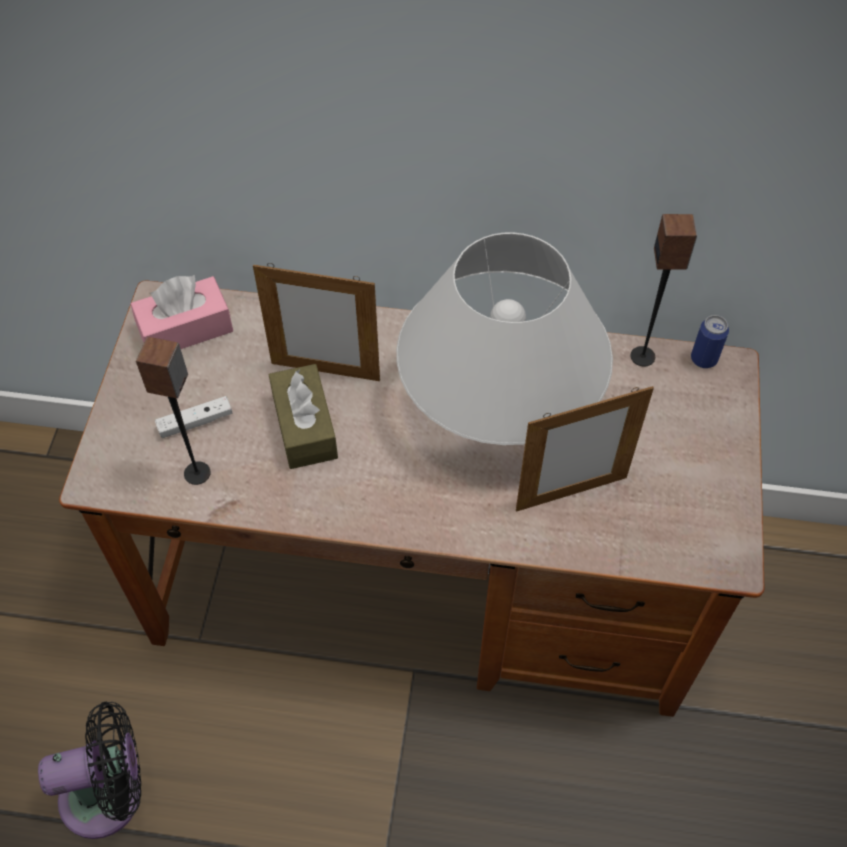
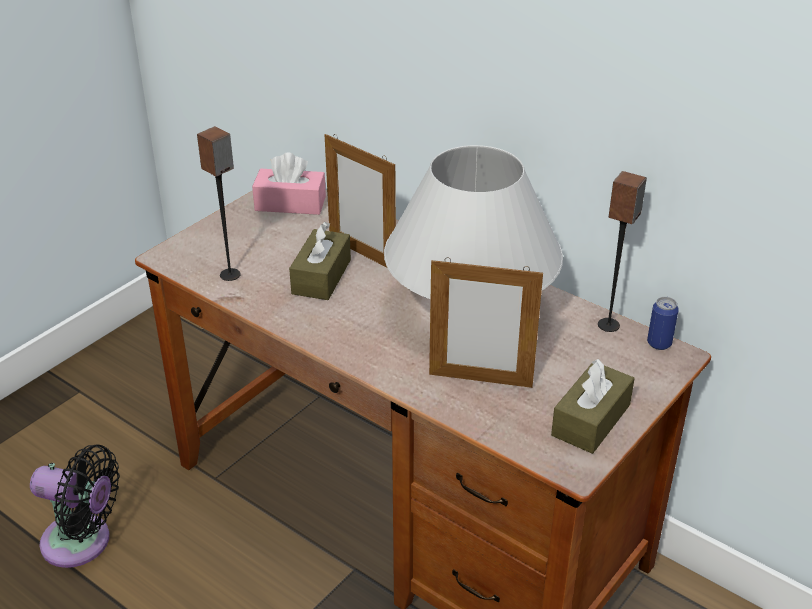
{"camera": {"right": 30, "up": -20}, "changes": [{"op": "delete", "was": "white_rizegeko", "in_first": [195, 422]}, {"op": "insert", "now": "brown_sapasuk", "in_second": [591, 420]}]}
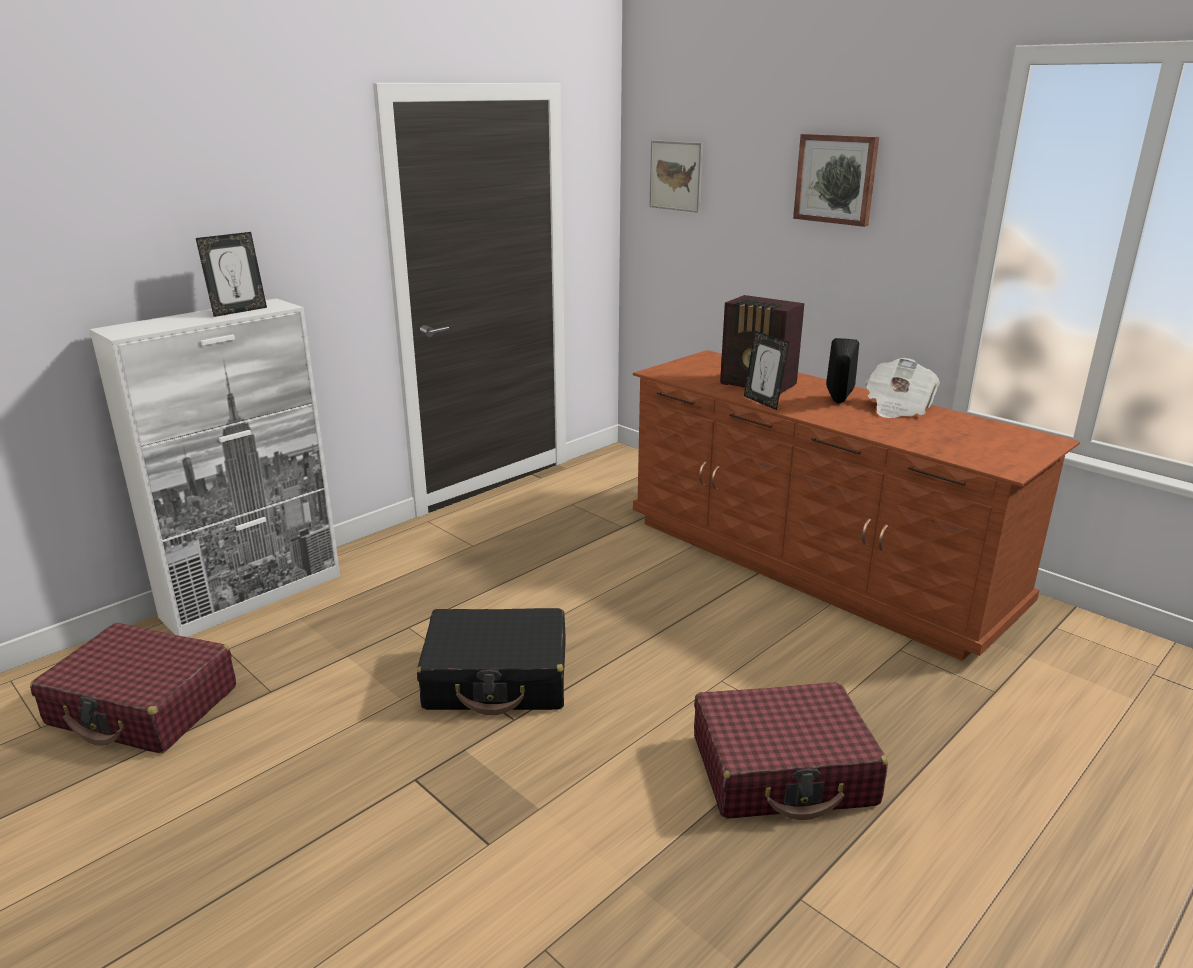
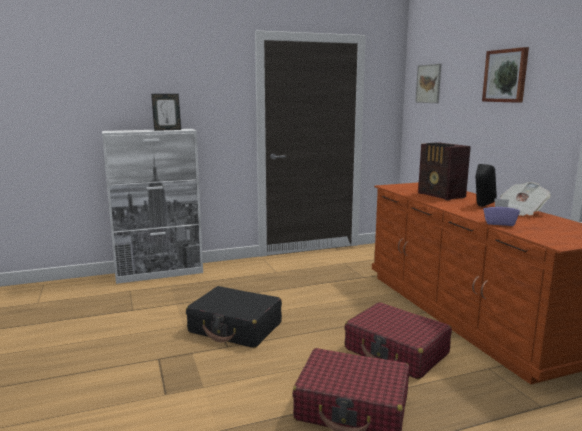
{"camera": {"right": 25, "up": -10}, "changes": [{"op": "move", "was": "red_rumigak", "in_first": [143, 706], "in_second": [396, 352]}, {"op": "delete", "was": "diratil", "in_first": [763, 402]}, {"op": "insert", "now": "purple_sapasuk", "in_second": [499, 223]}]}
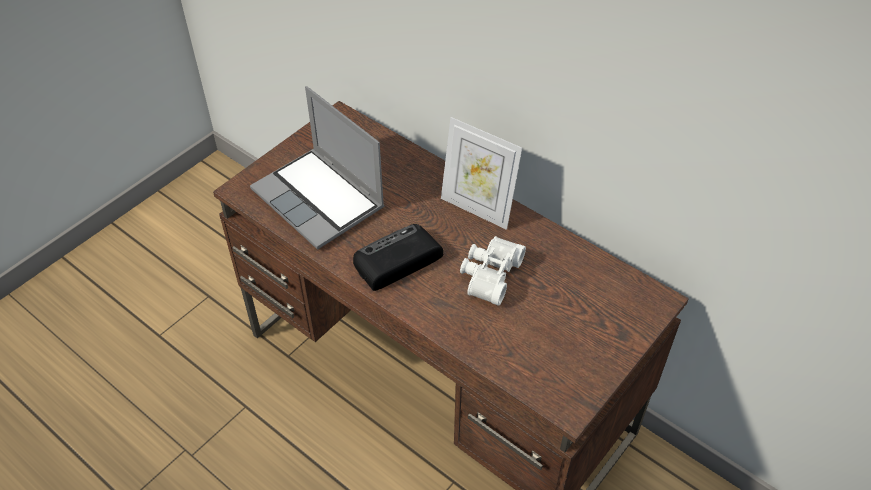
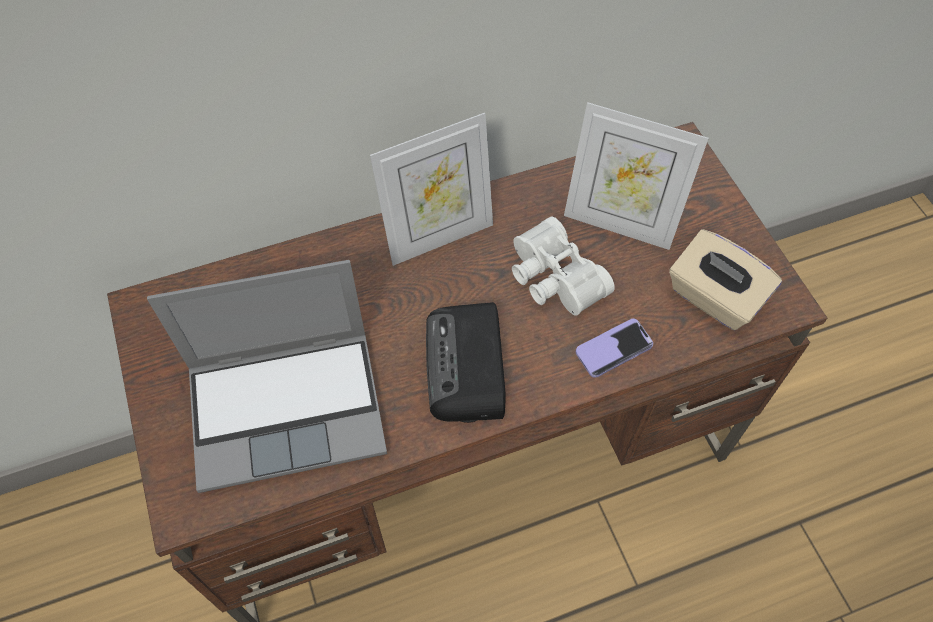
{"camera": {"right": -60, "up": 10}, "changes": [{"op": "insert", "now": "diratil", "in_second": [619, 223]}, {"op": "insert", "now": "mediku", "in_second": [613, 349]}, {"op": "insert", "now": "beige_sapasuk", "in_second": [713, 298]}]}
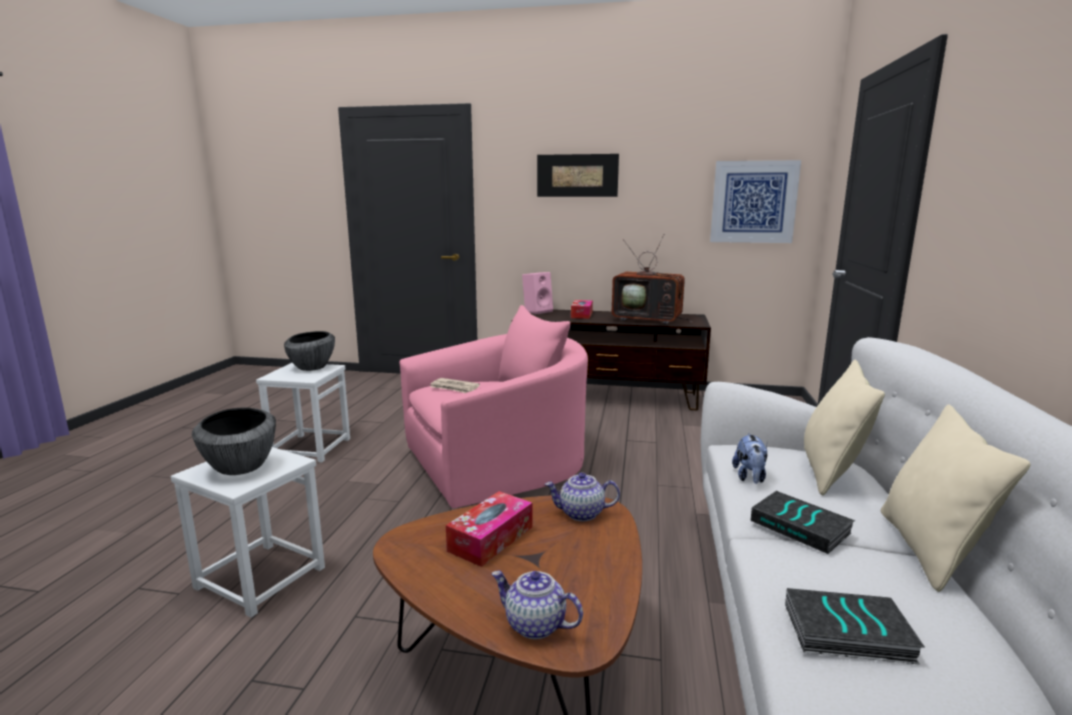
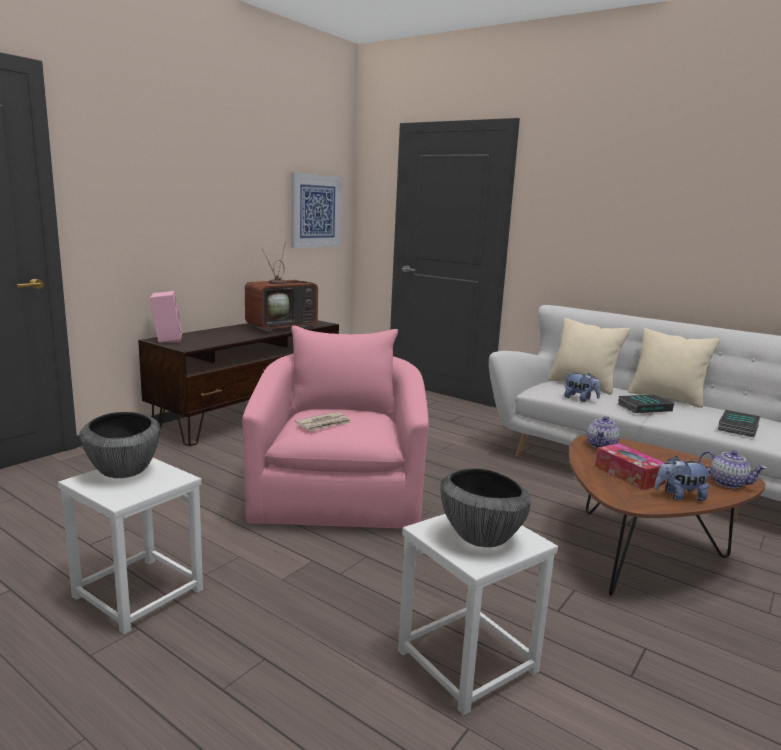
{"camera": {"right": -65, "up": 0}, "changes": [{"op": "rotate", "was": "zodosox", "in_first": [534, 625], "in_second": [728, 483], "clockwise": -105}, {"op": "delete", "was": "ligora", "in_first": [577, 175]}, {"op": "delete", "was": "sapasuk", "in_first": [581, 315]}, {"op": "insert", "now": "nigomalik", "in_second": [679, 496]}]}
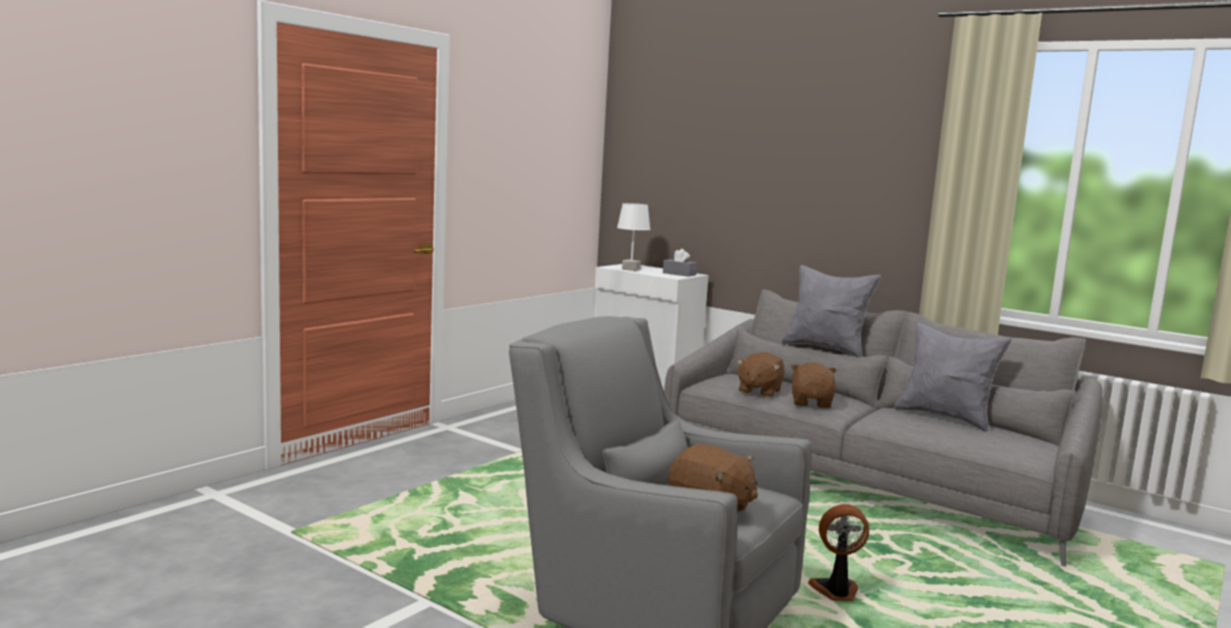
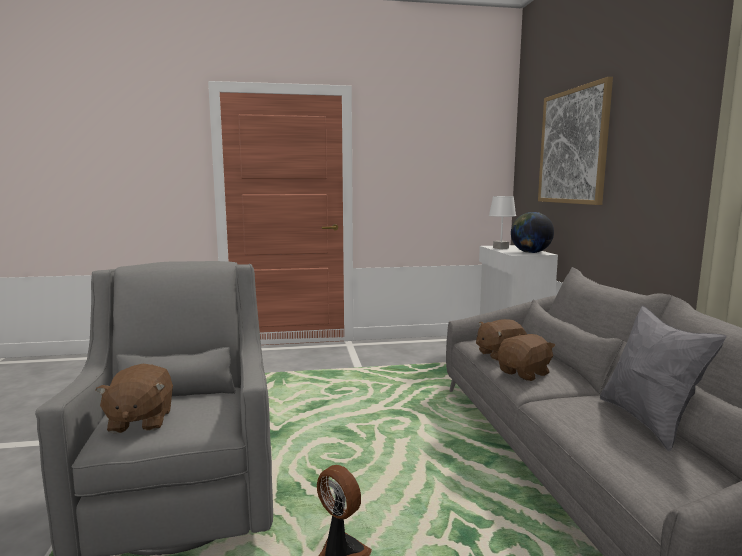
{"camera": {"right": 45, "up": 0}, "changes": [{"op": "replace", "was": "grey_sapasuk", "now": "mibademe", "in_first": [679, 274], "in_second": [530, 252]}, {"op": "delete", "was": "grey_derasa", "in_first": [825, 349]}, {"op": "insert", "now": "ligora", "in_second": [573, 147]}]}
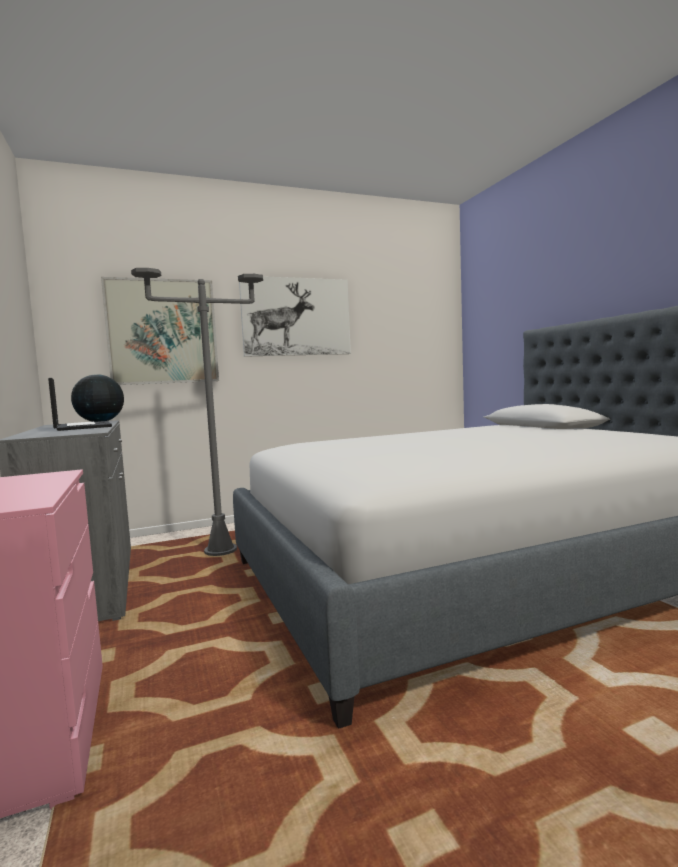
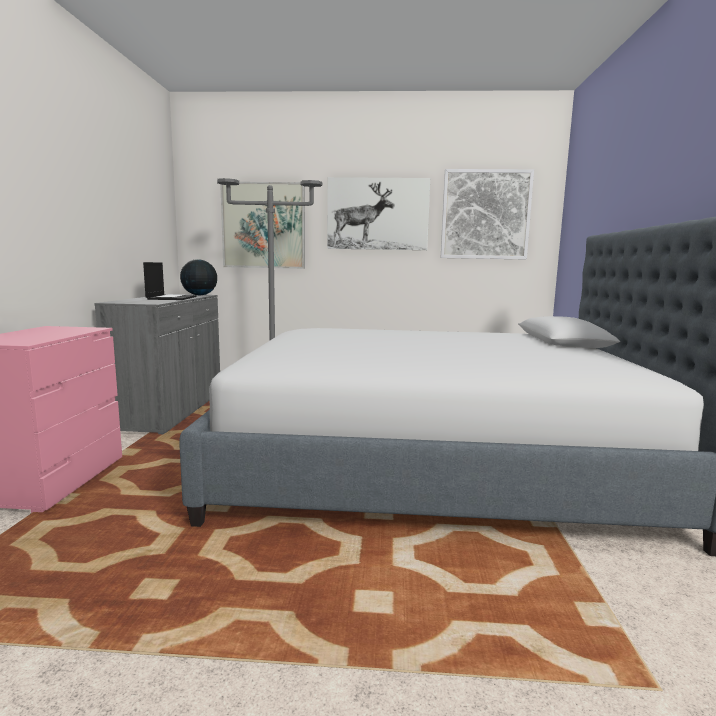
{"camera": {"right": 25, "up": 5}, "changes": [{"op": "insert", "now": "ligora", "in_second": [485, 215]}]}
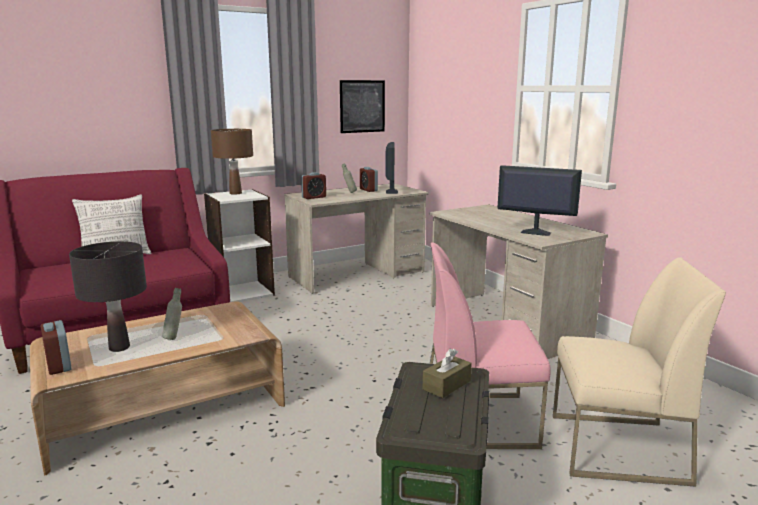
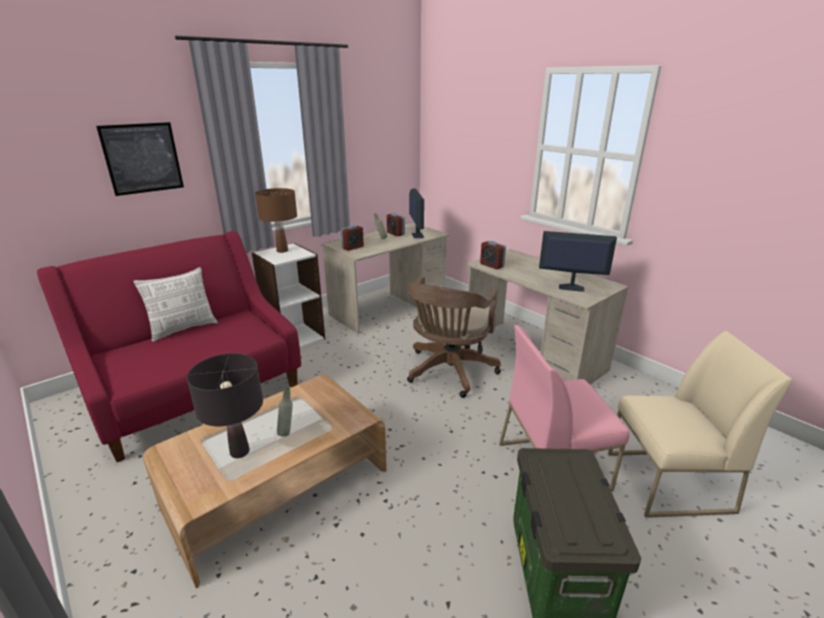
{"camera": {"right": -10, "up": 10}, "changes": [{"op": "move", "was": "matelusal", "in_first": [59, 365], "in_second": [492, 265]}, {"op": "move", "was": "ligora", "in_first": [362, 106], "in_second": [142, 158]}, {"op": "delete", "was": "brown_sapasuk", "in_first": [446, 385]}, {"op": "insert", "now": "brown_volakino", "in_second": [449, 372]}]}
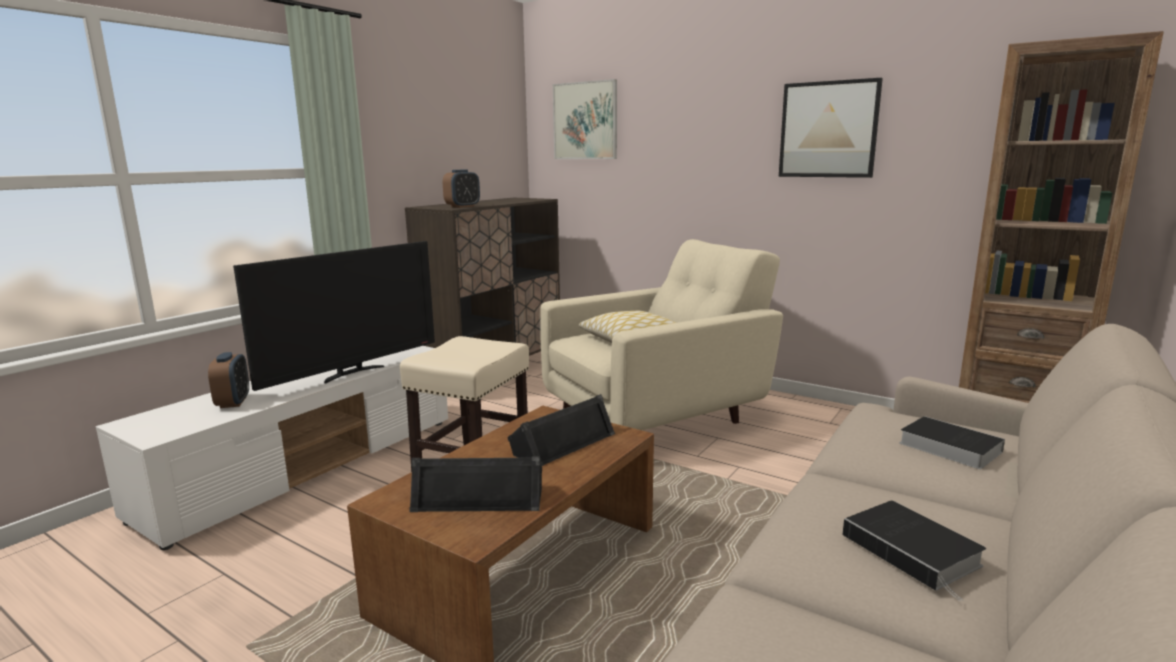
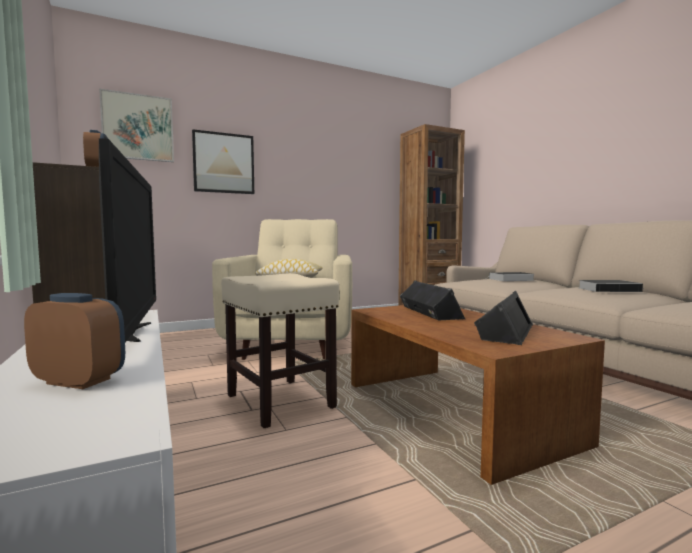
{"camera": {"right": -60, "up": -10}, "changes": [{"op": "move", "was": "ligora", "in_first": [828, 129], "in_second": [224, 163]}]}
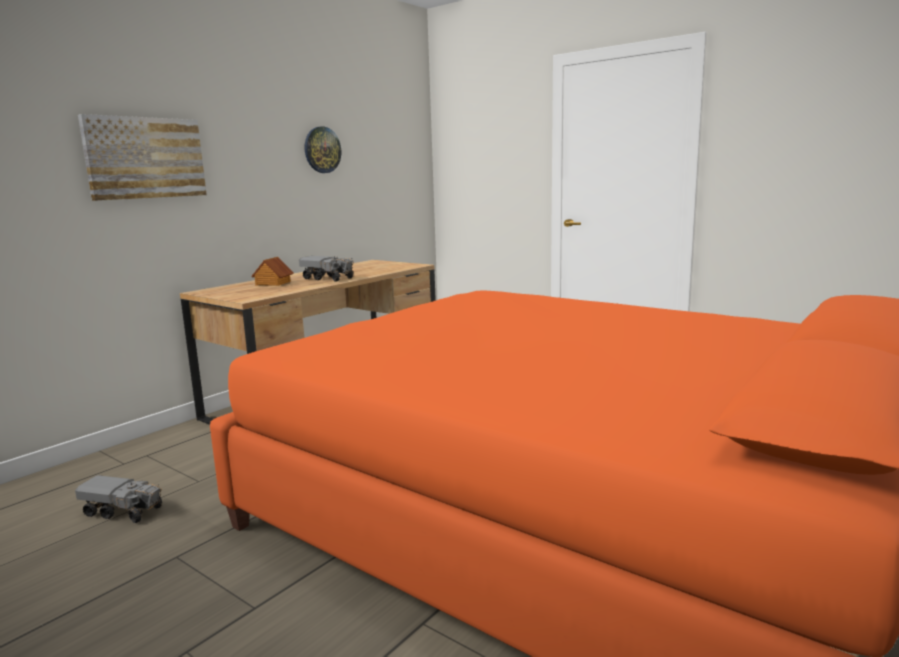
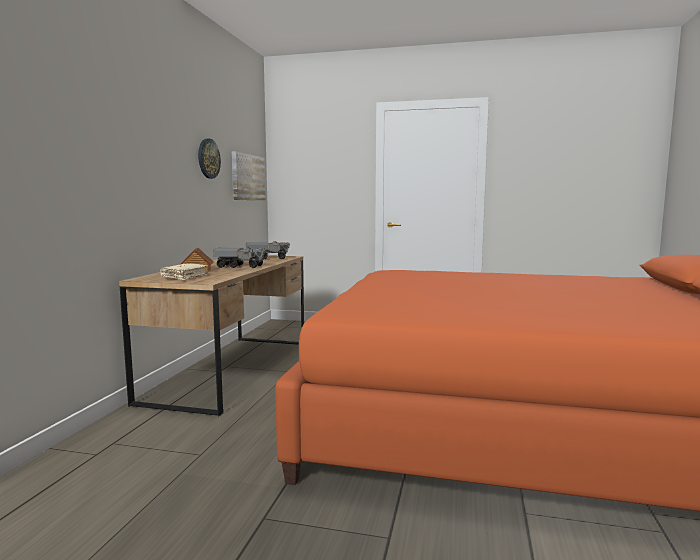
{"camera": {"right": -25, "up": -5}, "changes": [{"op": "move", "was": "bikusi", "in_first": [124, 511], "in_second": [267, 258]}, {"op": "move", "was": "ligora", "in_first": [145, 158], "in_second": [247, 177]}, {"op": "insert", "now": "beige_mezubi", "in_second": [185, 277]}]}
